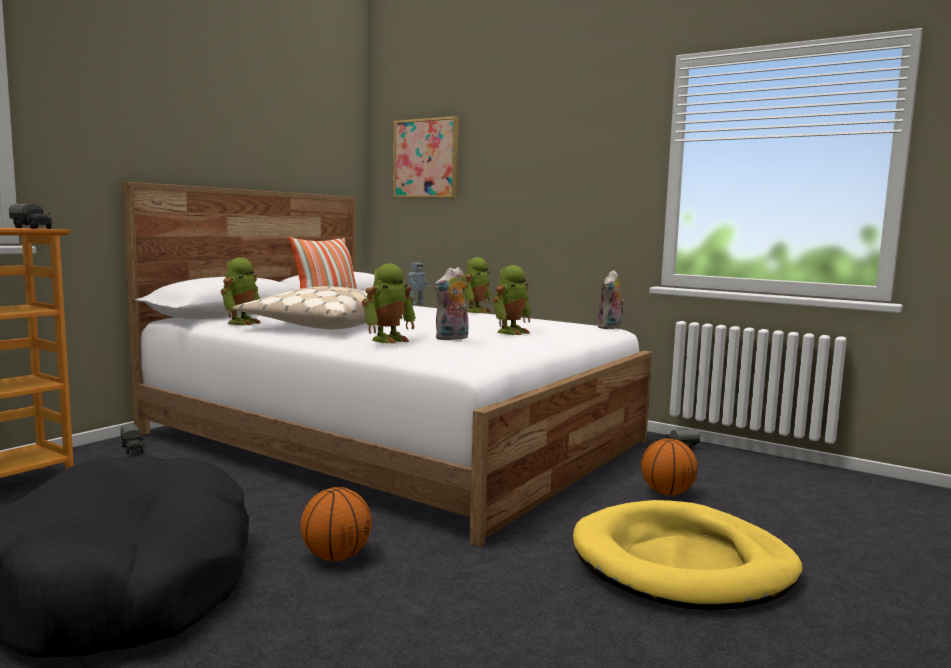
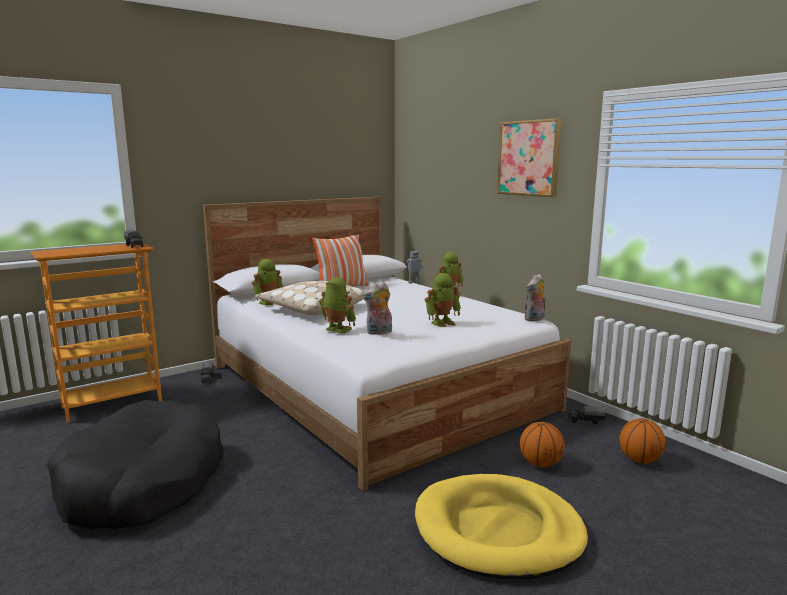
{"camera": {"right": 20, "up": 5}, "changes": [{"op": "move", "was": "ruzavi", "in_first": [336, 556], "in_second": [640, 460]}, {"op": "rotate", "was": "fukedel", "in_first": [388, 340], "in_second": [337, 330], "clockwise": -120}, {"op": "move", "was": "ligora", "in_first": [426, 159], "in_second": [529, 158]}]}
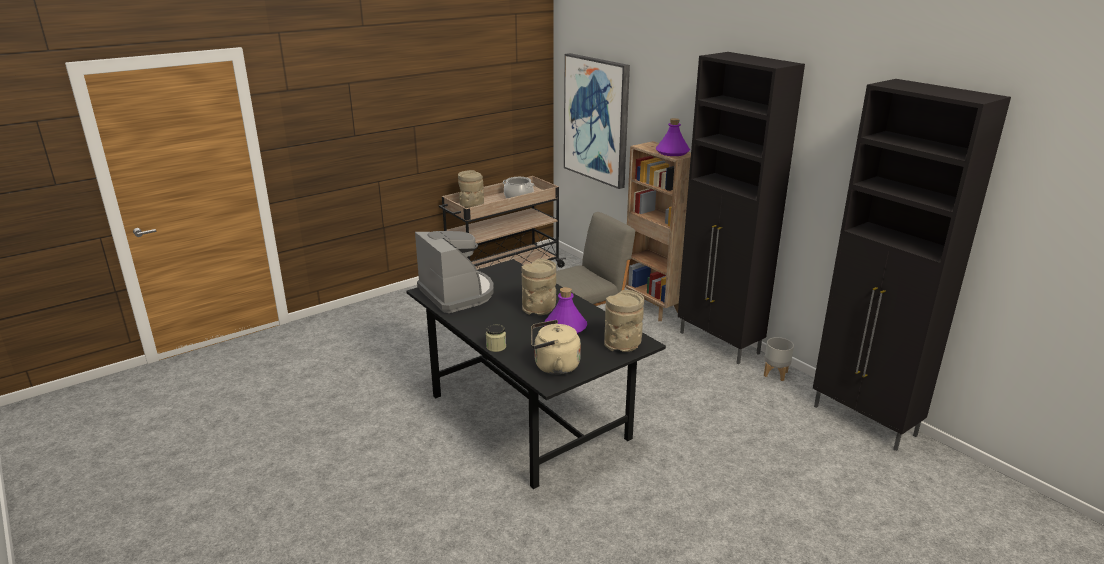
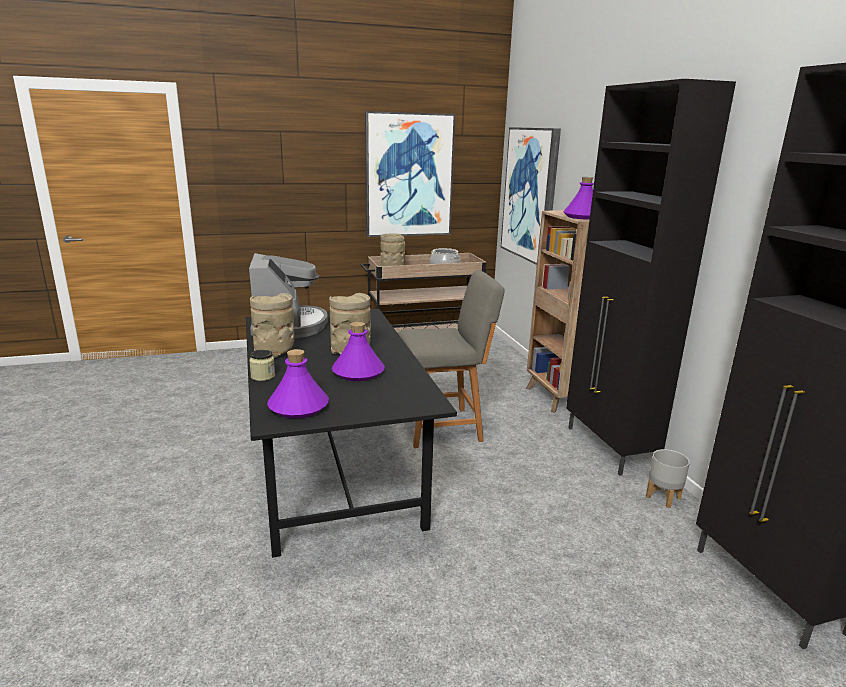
{"camera": {"right": 20, "up": -5}, "changes": [{"op": "replace", "was": "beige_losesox", "now": "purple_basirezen", "in_first": [553, 366], "in_second": [298, 406]}, {"op": "move", "was": "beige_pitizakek", "in_first": [622, 345], "in_second": [274, 353]}, {"op": "insert", "now": "ligora", "in_second": [408, 175]}]}
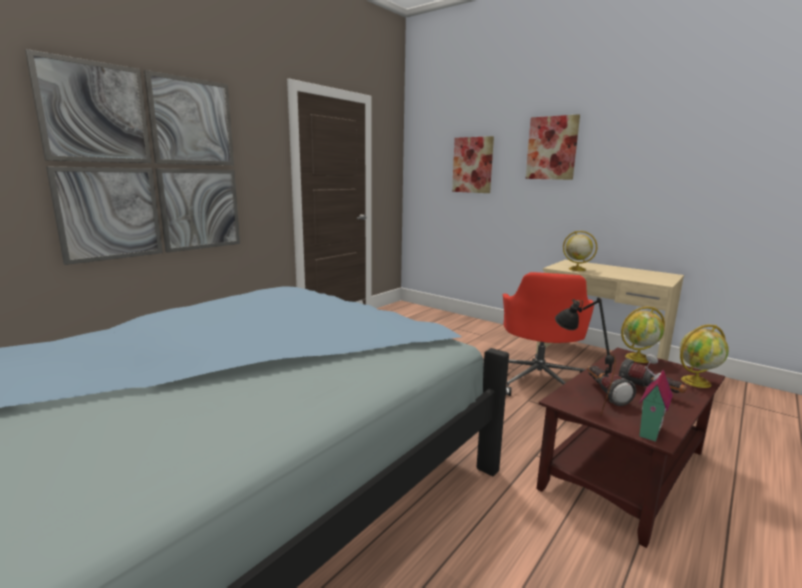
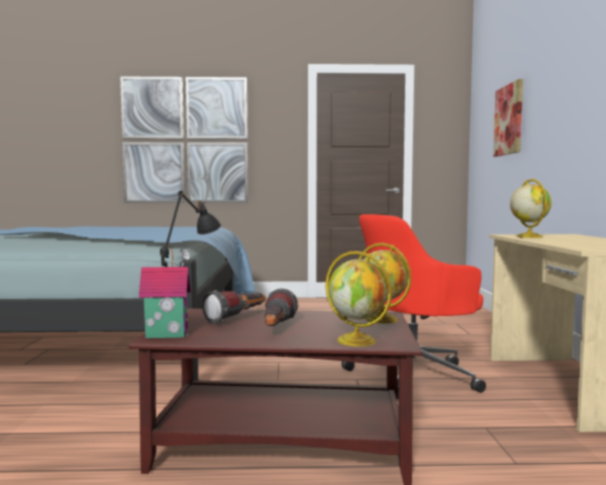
{"camera": {"right": 50, "up": -10}, "changes": [{"op": "delete", "was": "ligora", "in_first": [552, 148]}]}
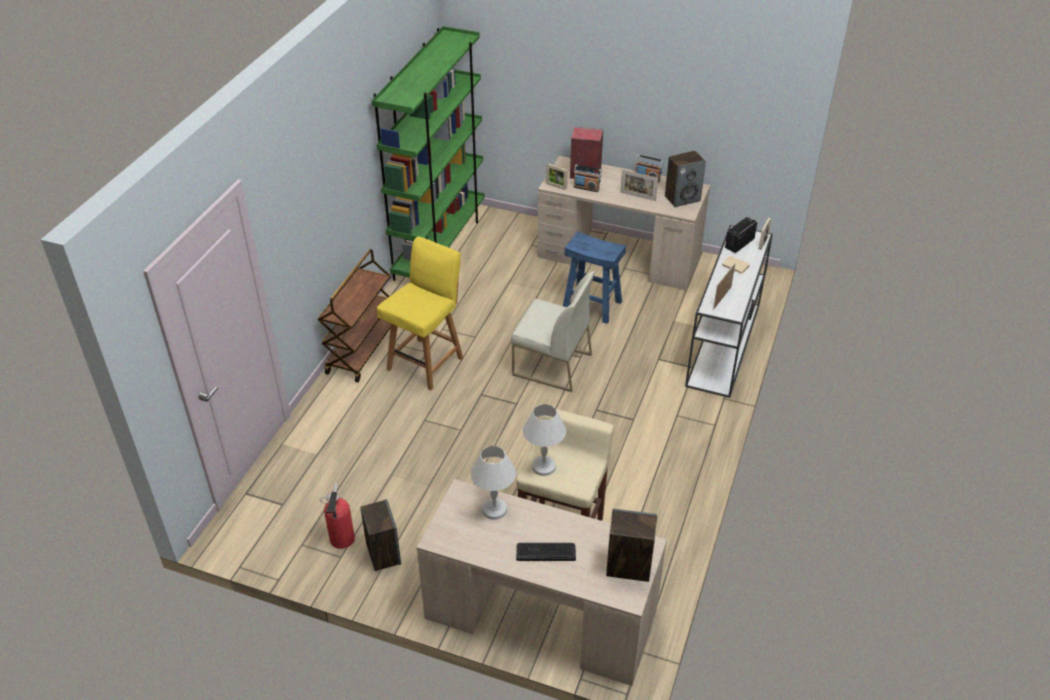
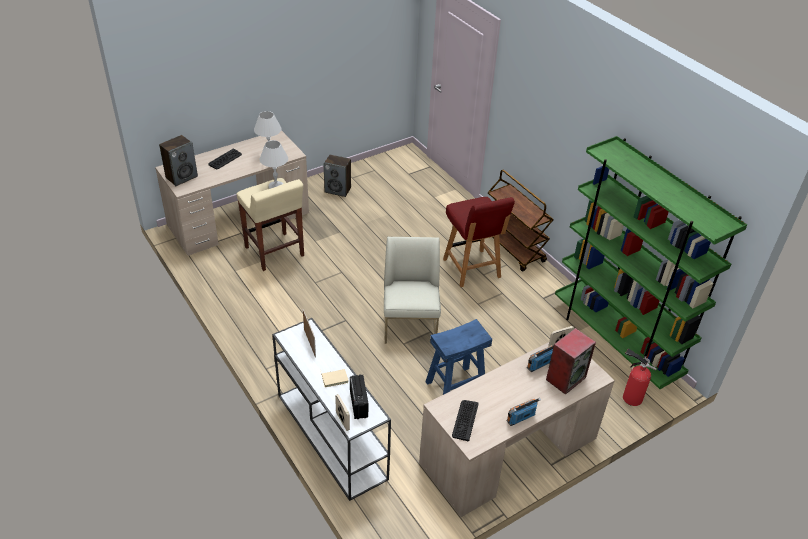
{"camera": {"right": 125, "up": 0}, "changes": [{"op": "move", "was": "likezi", "in_first": [341, 541], "in_second": [630, 397]}, {"op": "recolor", "was": "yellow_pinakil", "now": "red_pinakil", "in_first": [426, 363], "in_second": [472, 269]}, {"op": "rotate", "was": "white_pinakil", "in_first": [551, 365], "in_second": [410, 324], "clockwise": 120}, {"op": "delete", "was": "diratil", "in_first": [638, 196]}, {"op": "replace", "was": "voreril", "now": "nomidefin", "in_first": [682, 198], "in_second": [465, 420]}]}
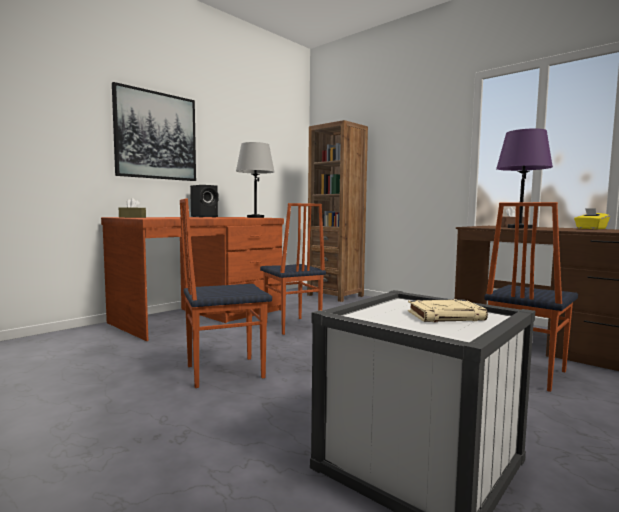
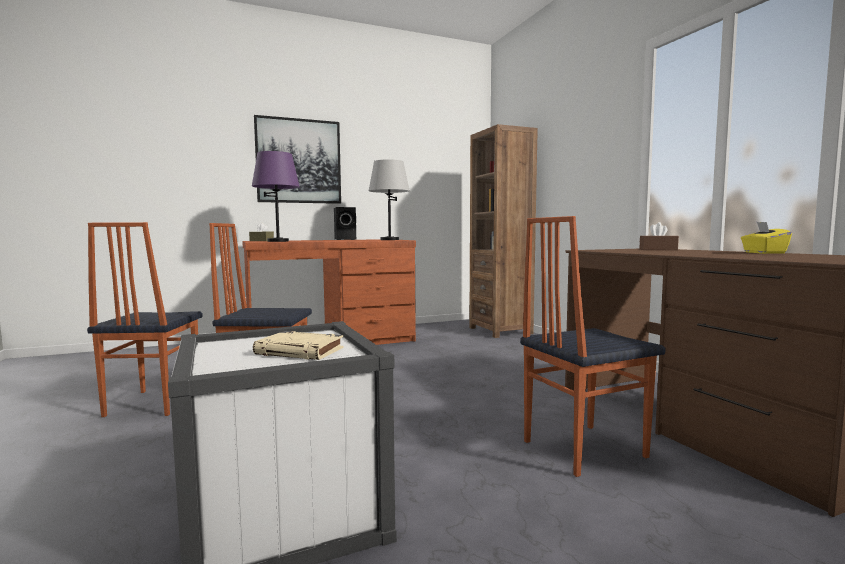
{"camera": {"right": 25, "up": 0}, "changes": [{"op": "move", "was": "pinakil", "in_first": [291, 326], "in_second": [152, 403]}, {"op": "move", "was": "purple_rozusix", "in_first": [519, 228], "in_second": [278, 241]}]}
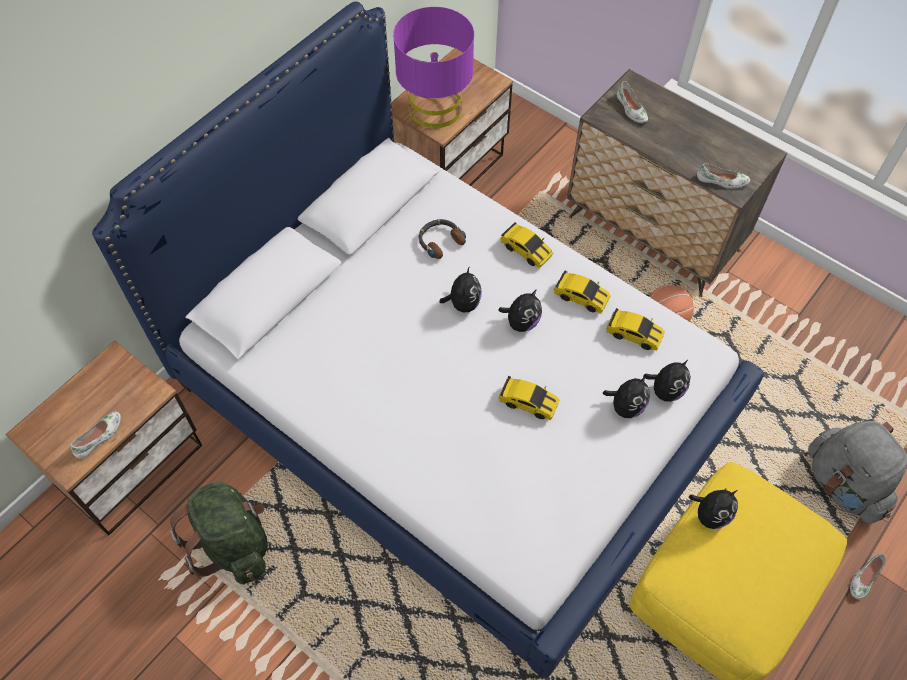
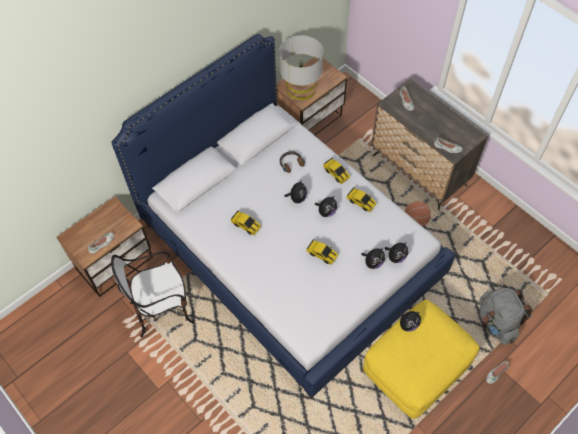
{"camera": {"right": 10, "up": 0}, "changes": [{"op": "replace", "was": "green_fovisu", "now": "pinakil", "in_first": [233, 543], "in_second": [162, 309]}, {"op": "recolor", "was": "purple_rozusix", "now": "grey_rozusix", "in_first": [435, 108], "in_second": [301, 88]}, {"op": "move", "was": "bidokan", "in_first": [634, 334], "in_second": [246, 225]}]}
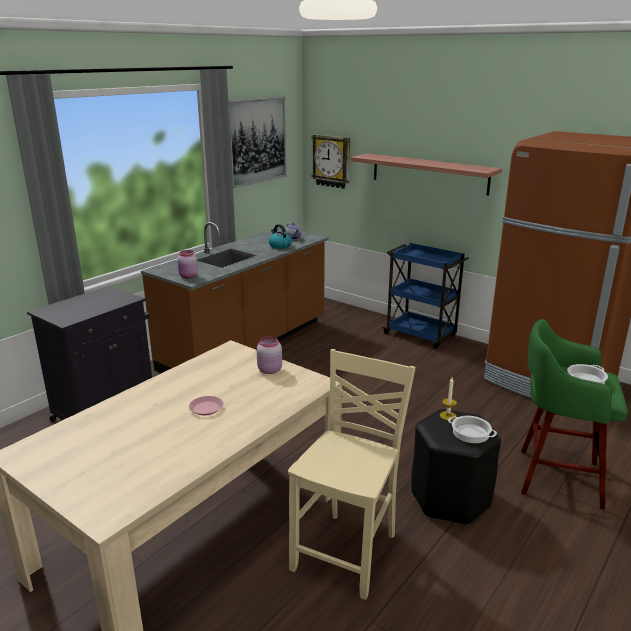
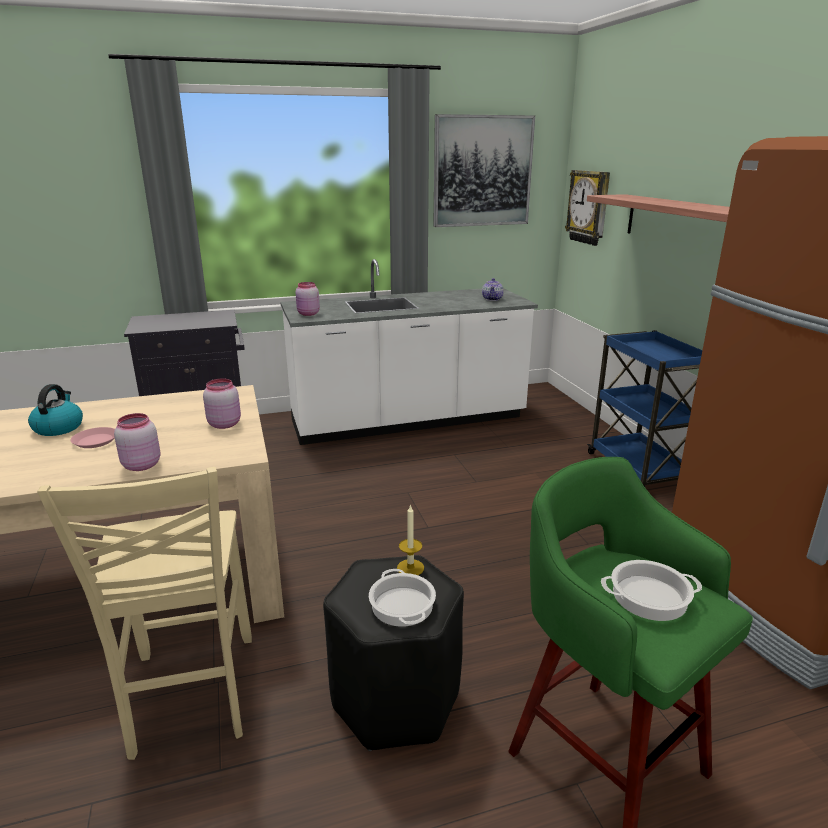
{"camera": {"right": 35, "up": 0}, "changes": [{"op": "recolor", "was": "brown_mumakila", "now": "white_mumakila", "in_first": [247, 345], "in_second": [408, 421]}, {"op": "move", "was": "losesox", "in_first": [279, 246], "in_second": [58, 427]}, {"op": "rotate", "was": "beige_pinakil", "in_first": [348, 552], "in_second": [191, 696], "clockwise": 105}, {"op": "insert", "now": "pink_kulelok", "in_second": [140, 465]}]}
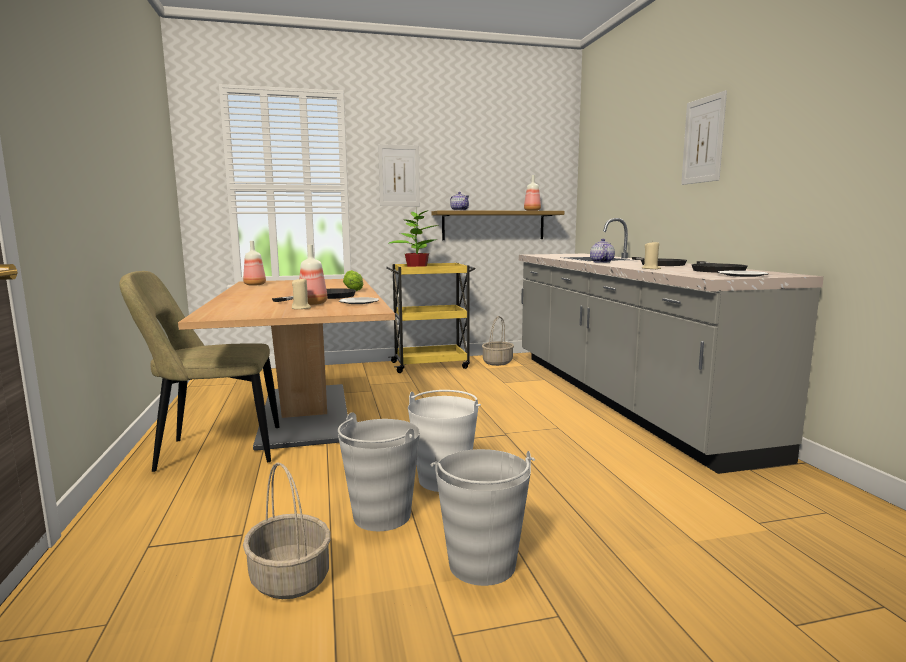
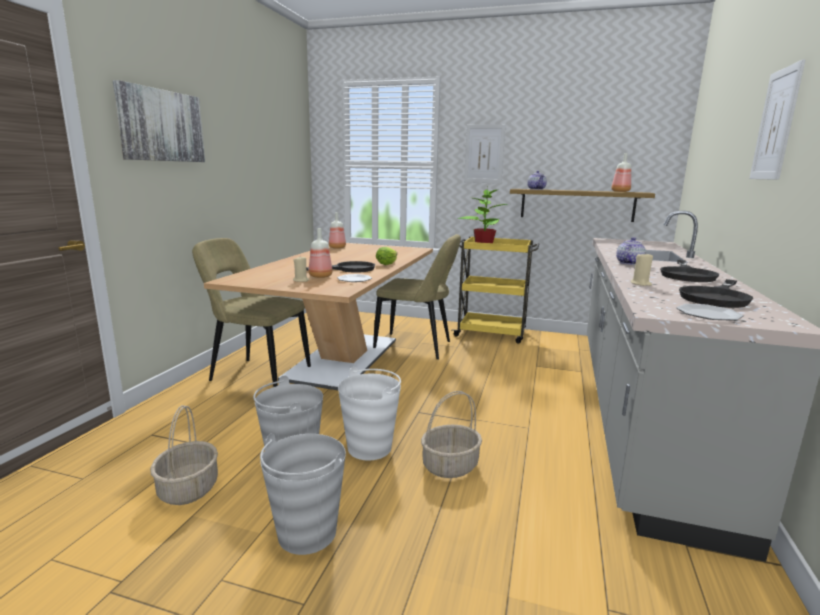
{"camera": {"right": 30, "up": 5}, "changes": [{"op": "move", "was": "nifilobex", "in_first": [497, 362], "in_second": [450, 465]}, {"op": "insert", "now": "ligora", "in_second": [161, 126]}, {"op": "insert", "now": "beige_pinakil", "in_second": [416, 347]}]}
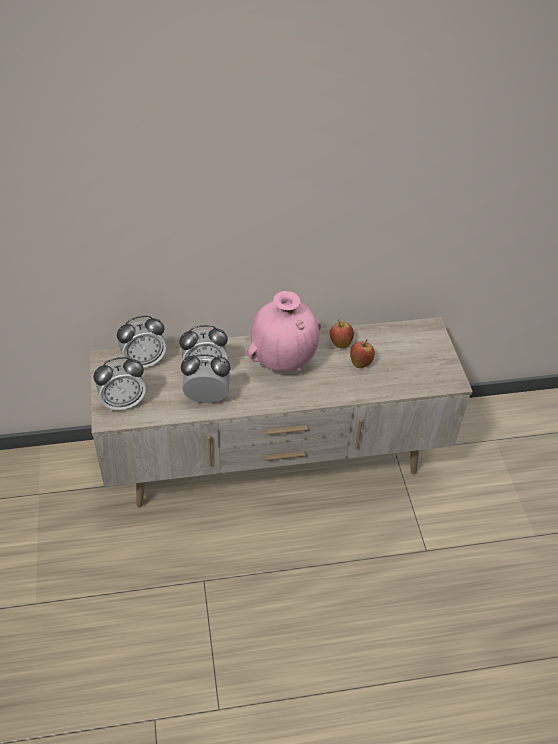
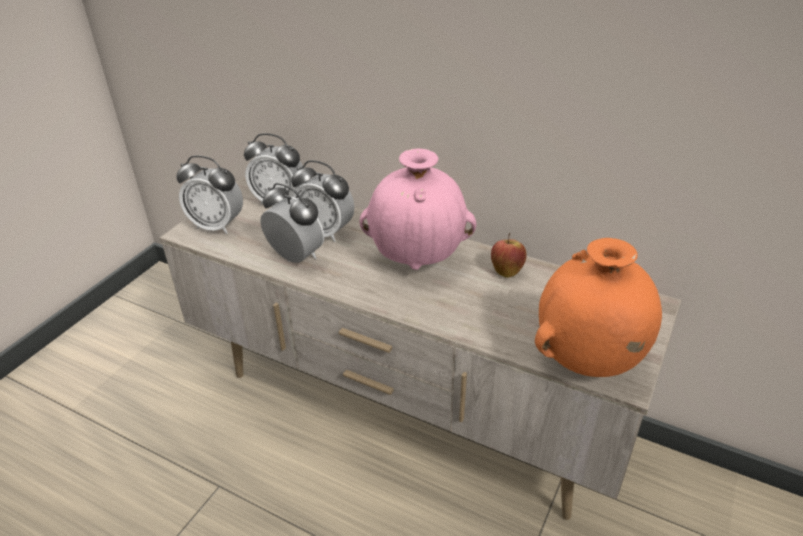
{"camera": {"right": 40, "up": -10}, "changes": [{"op": "delete", "was": "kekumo", "in_first": [360, 362]}, {"op": "insert", "now": "orange_pitizakek", "in_second": [587, 361]}]}
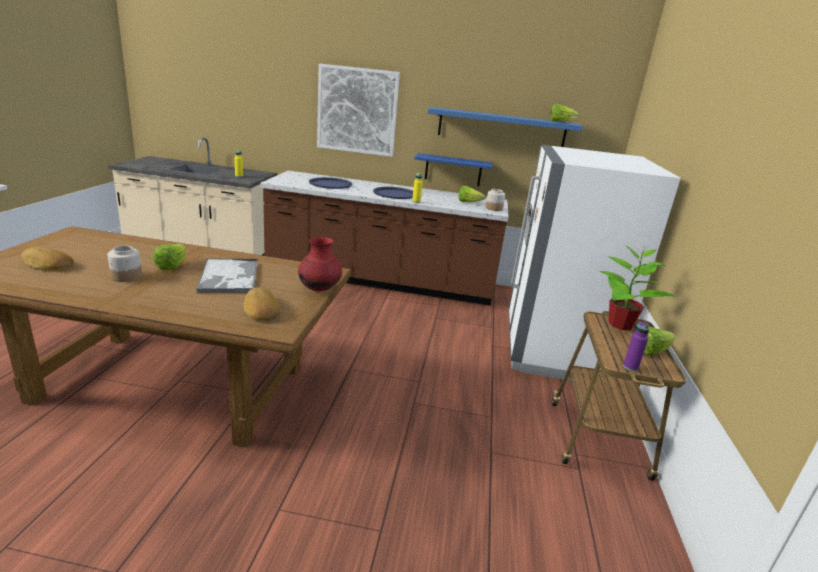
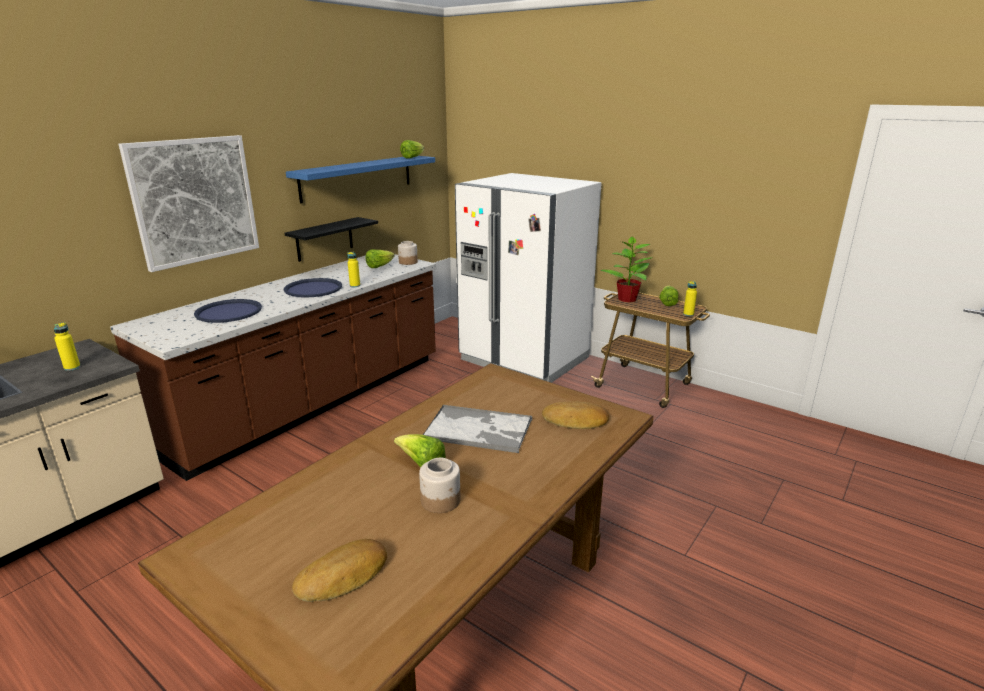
{"camera": {"right": -60, "up": 0}, "changes": [{"op": "delete", "was": "red_pitizakek", "in_first": [319, 289]}, {"op": "recolor", "was": "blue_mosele", "now": "black_mosele", "in_first": [453, 170], "in_second": [324, 239]}, {"op": "recolor", "was": "purple_basirezen", "now": "yellow_basirezen", "in_first": [630, 367], "in_second": [688, 314]}]}
